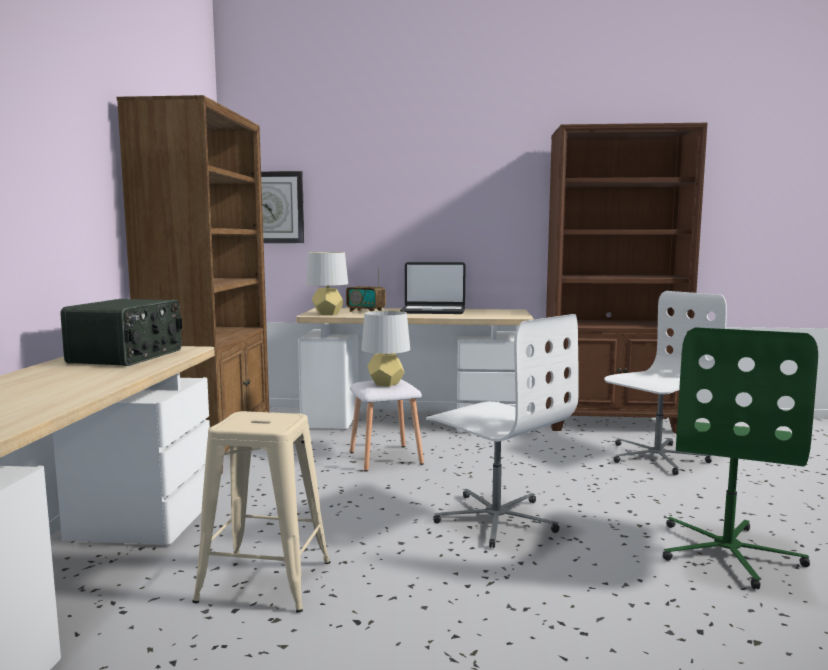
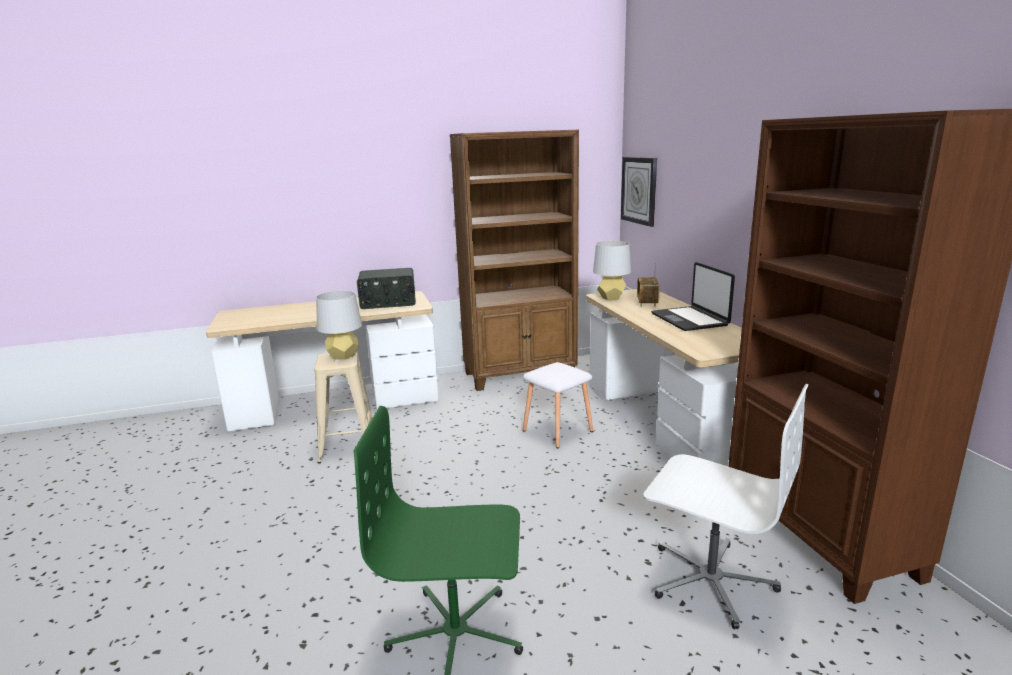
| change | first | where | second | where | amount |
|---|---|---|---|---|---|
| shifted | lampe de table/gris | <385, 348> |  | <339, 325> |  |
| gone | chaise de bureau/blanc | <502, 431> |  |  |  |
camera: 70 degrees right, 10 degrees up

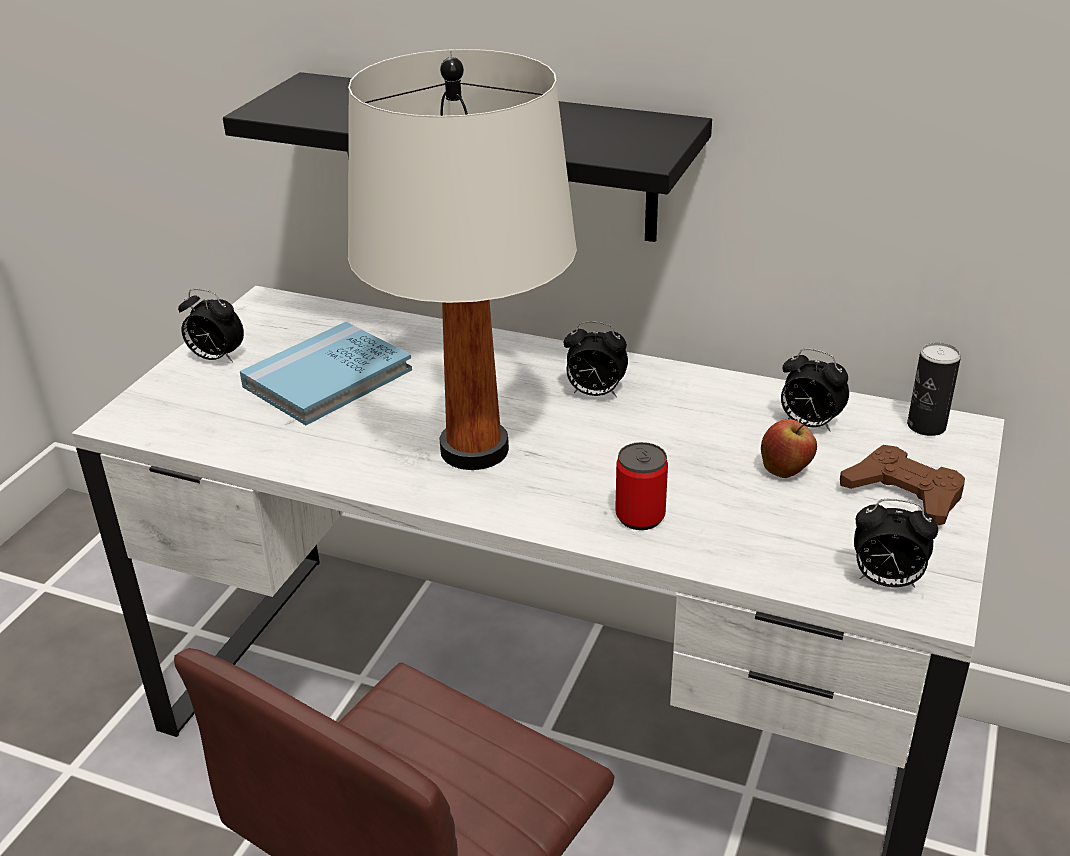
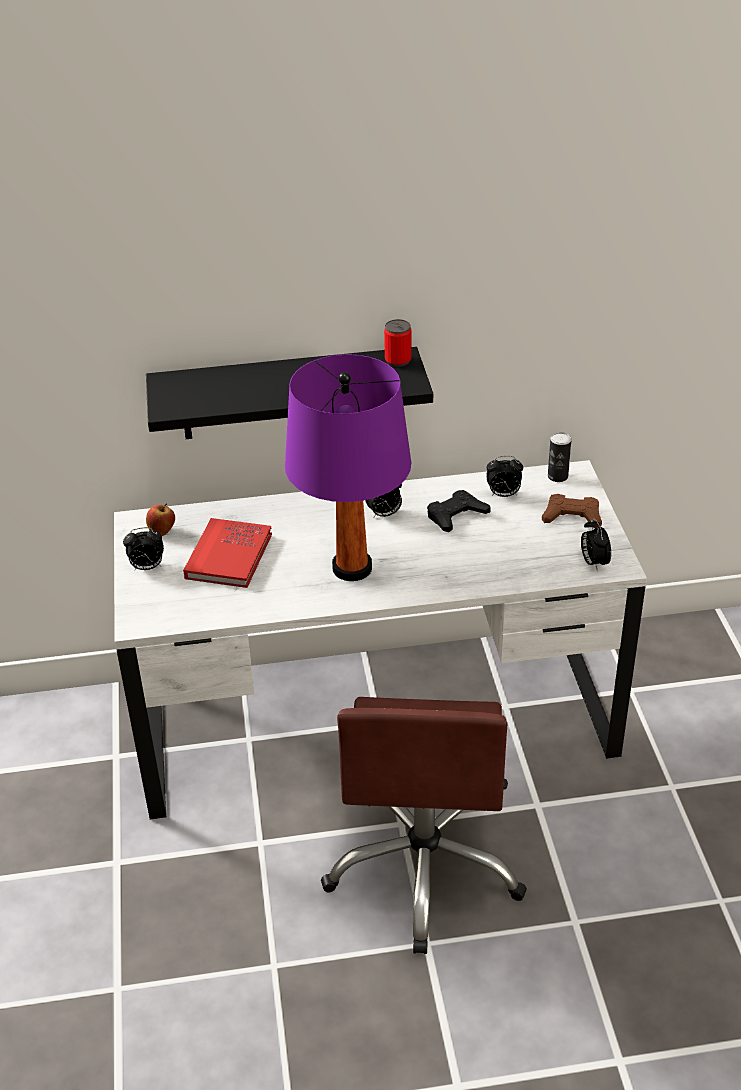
| change | first | where | second | where | amount |
|---|---|---|---|---|---|
| repainted | livre/bleu | <326, 373> | livre/rouge | <227, 553> |  |
| repainted | lampe de table/blanc | <462, 259> | lampe de table/violet | <348, 467> |  |
| shifted | boîte métallique | <641, 486> |  | <398, 343> |  |
| shifted | pomme | <789, 448> |  | <160, 519> |  |
| rotated | réveil | <896, 543> |  | <596, 544> | 90 degrees clockwise |
| new |  |  | manette/noir | <459, 511> |  |
camera: 30 degrees left, 5 degrees up

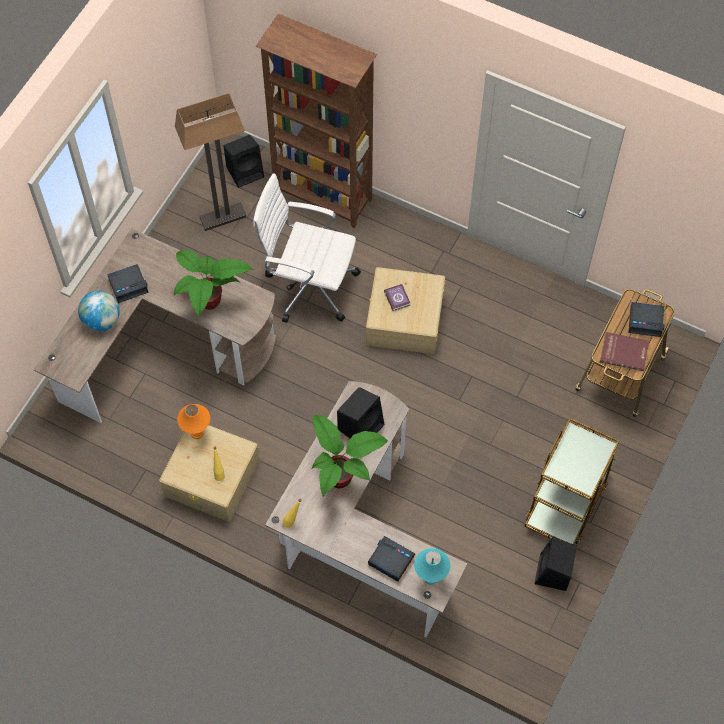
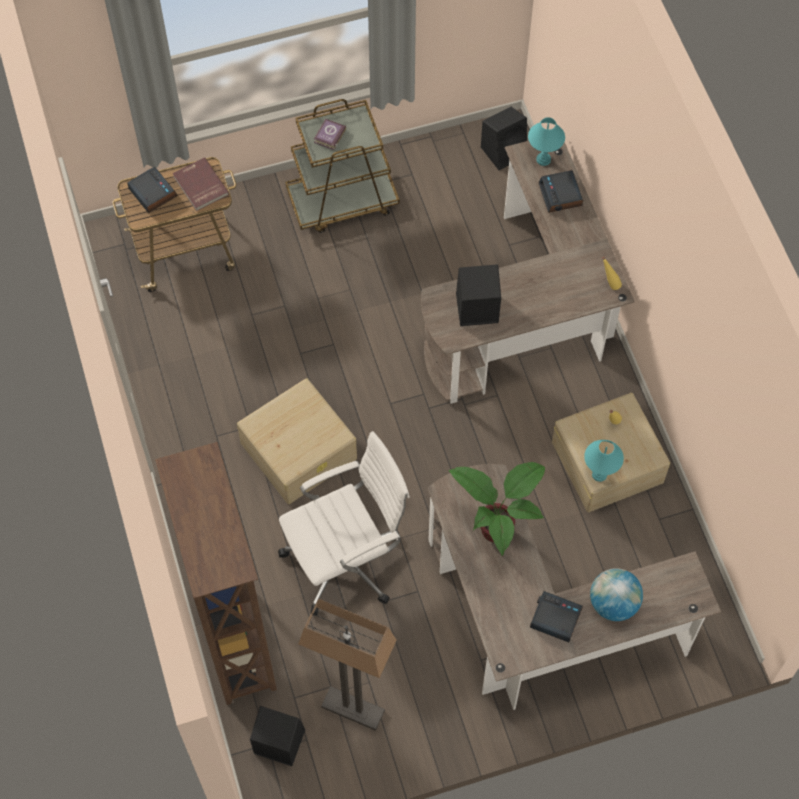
| change | first | where | second | where | amount |
|---|---|---|---|---|---|
| repainted | lampe de table/orange | <193, 421> | lampe de table/turquoise | <604, 461> |  |
| rotated | chaise de bureau/blanc | <307, 248> |  | <344, 523> | 90 degrees counterclockwise |
| gone | plante en pot | <349, 455> |  |  |  |
| shifted | livre | <397, 297> |  | <330, 134> |  |
| shifted | enceinte/noir | <555, 563> |  | <504, 138> |  |
camera: 135 degrees left, 0 degrees up

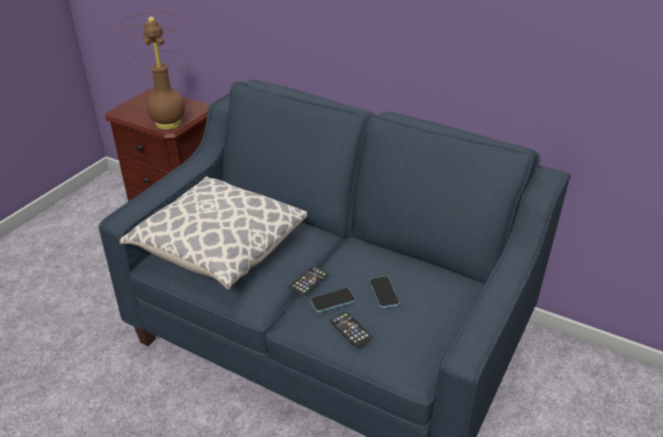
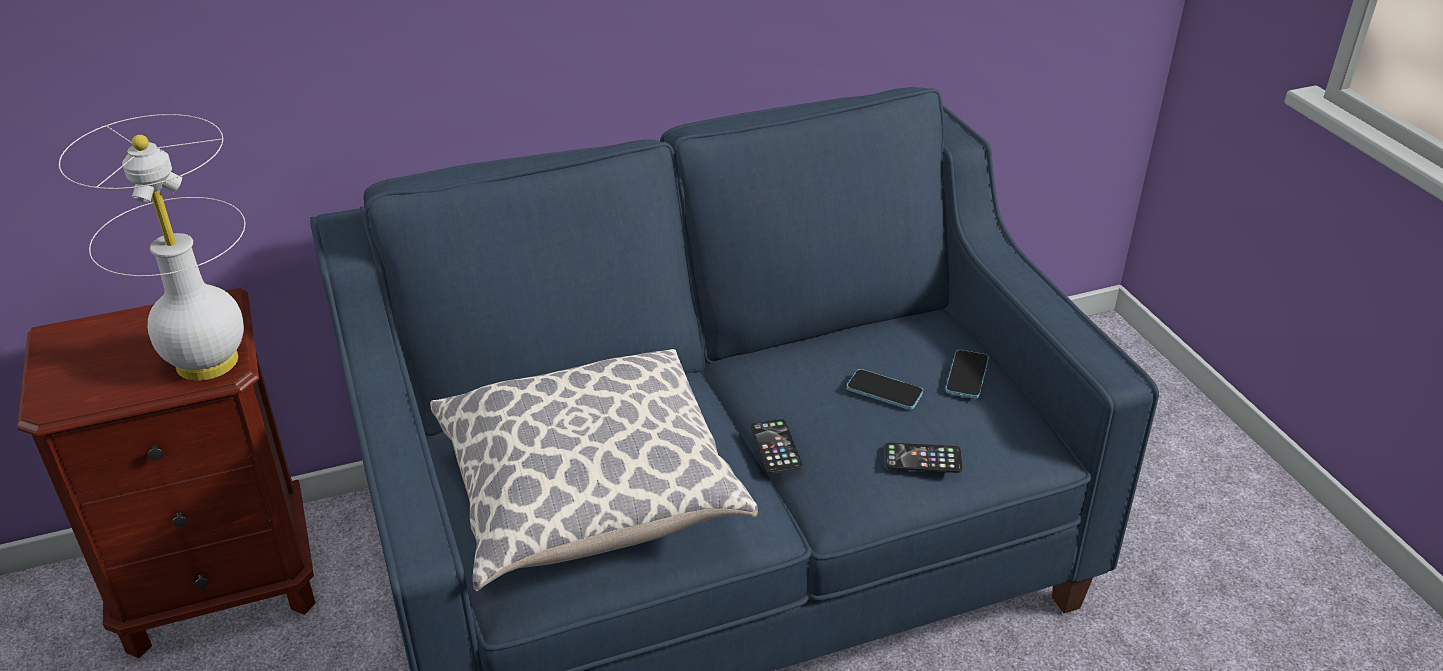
| change | first | where | second | where | amount |
|---|---|---|---|---|---|
| repainted | lampe de table/marron | <154, 71> | lampe de table/blanc | <152, 247> |  |
| shifted | téléphone | <333, 300> |  | <967, 374> |  |
camera: 50 degrees left, 0 degrees up

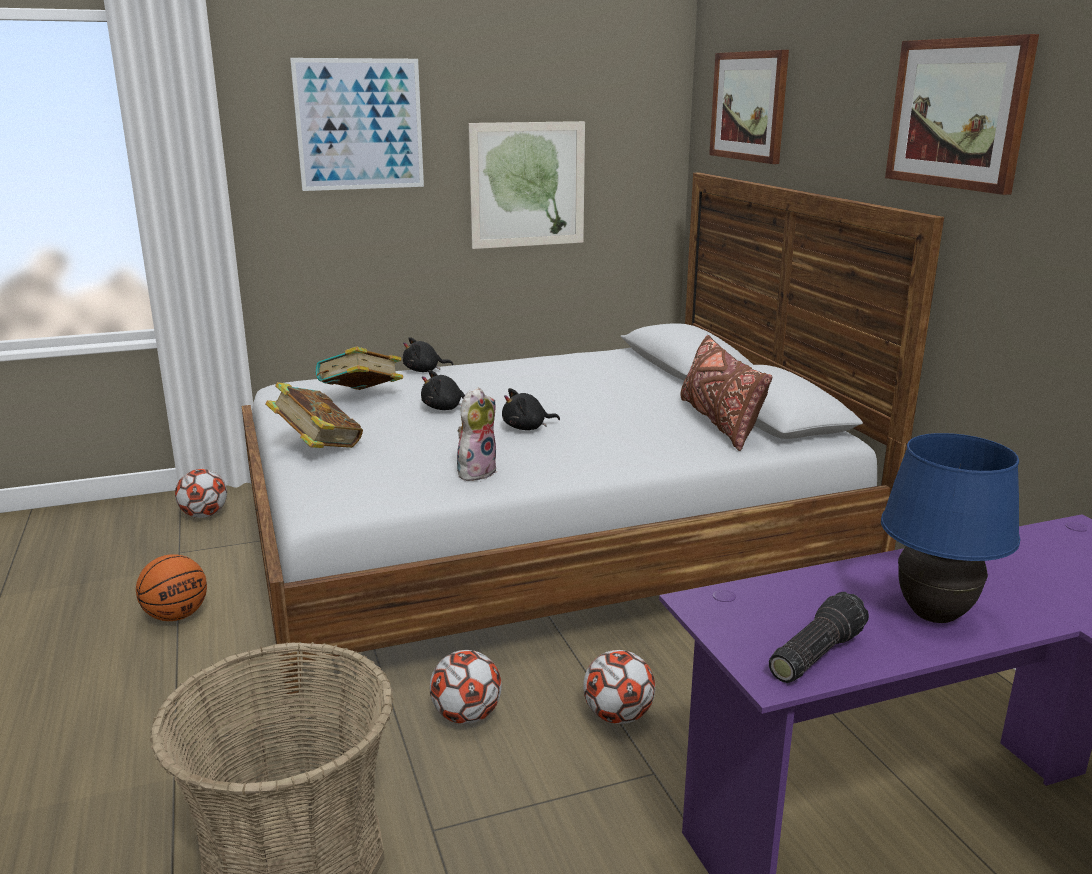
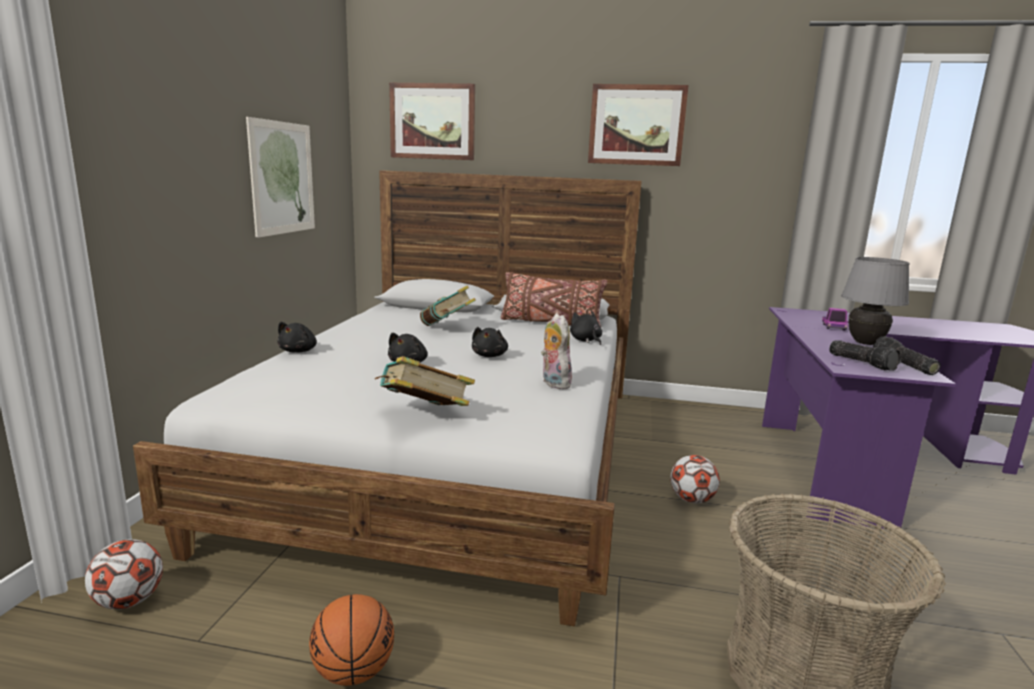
| change | first | where | second | where | amount |
|---|---|---|---|---|---|
| gone | tableau | <357, 124> |  |  |  |
| shifted | livre | <359, 368> |  | <448, 305> |  |
| gone | ballon de foot | <466, 687> |  |  |  |
| repainted | lampe de table/bleu | <950, 528> | lampe de table/gris | <875, 301> |  |
| new |  |  | peluche/noir | <586, 328> |  |
| new |  |  | camion jouet | <835, 319> |  |
| new |  |  | lampe de poche | <865, 355> |  |
camera: 60 degrees left, 5 degrees down

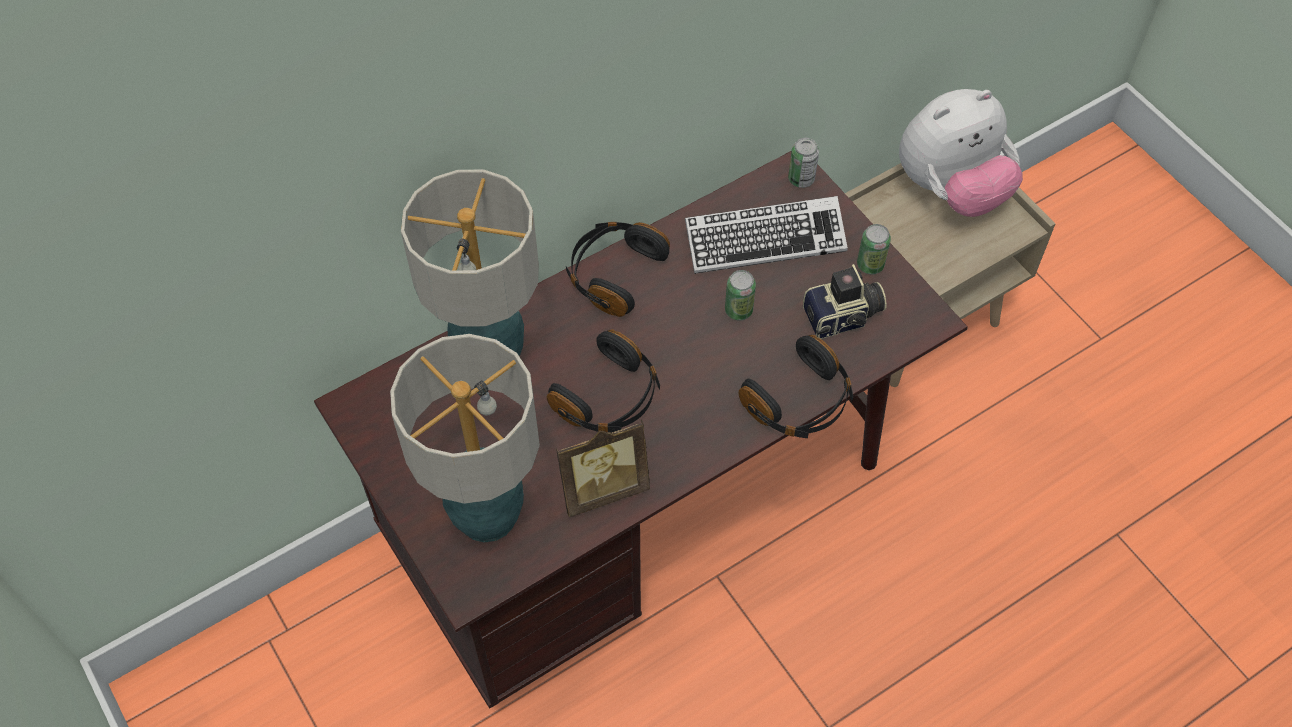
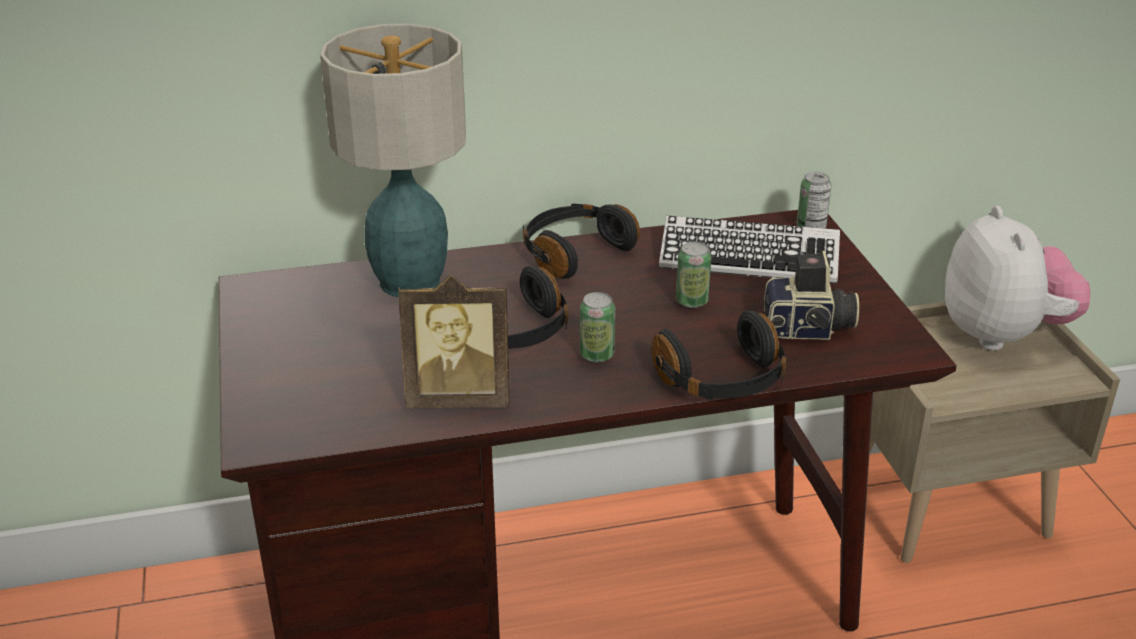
| change | first | where | second | where | amount |
|---|---|---|---|---|---|
| gone | lampe de table | <465, 438> |  |  |  |
| shifted | boîte métallique | <874, 249> |  | <597, 327> |  |
| rotated | peluche | <961, 153> |  | <1017, 278> | 90 degrees counterclockwise |
camera: 20 degrees right, 25 degrees down

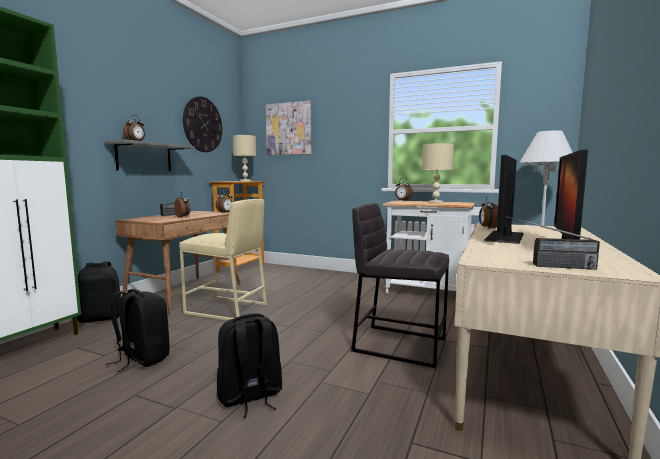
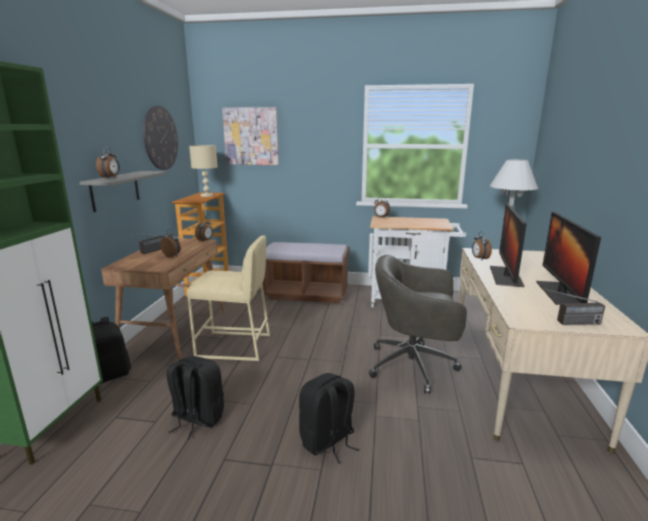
| change | first | where | second | where | amount |
|---|---|---|---|---|---|
| swapped | tabouret/gris | <400, 285> | chaise de bureau/gris | <418, 324> |  |
| gone | lampe de table/beige | <438, 173> |  |  |  |
| new |  |  | banc/marron | <306, 272> |  |
camera: 15 degrees left, 10 degrees up

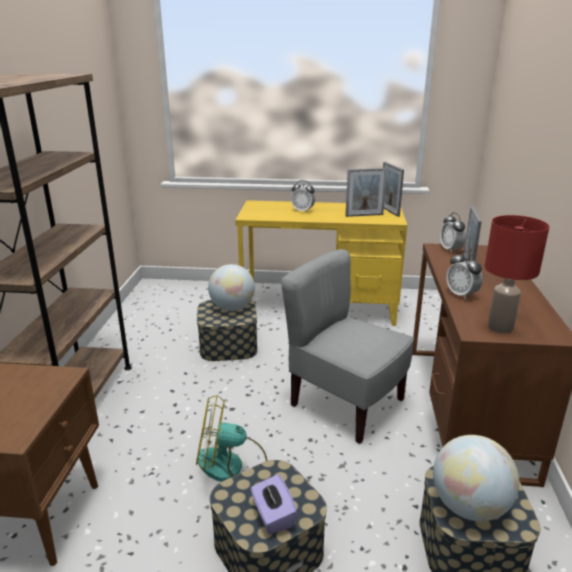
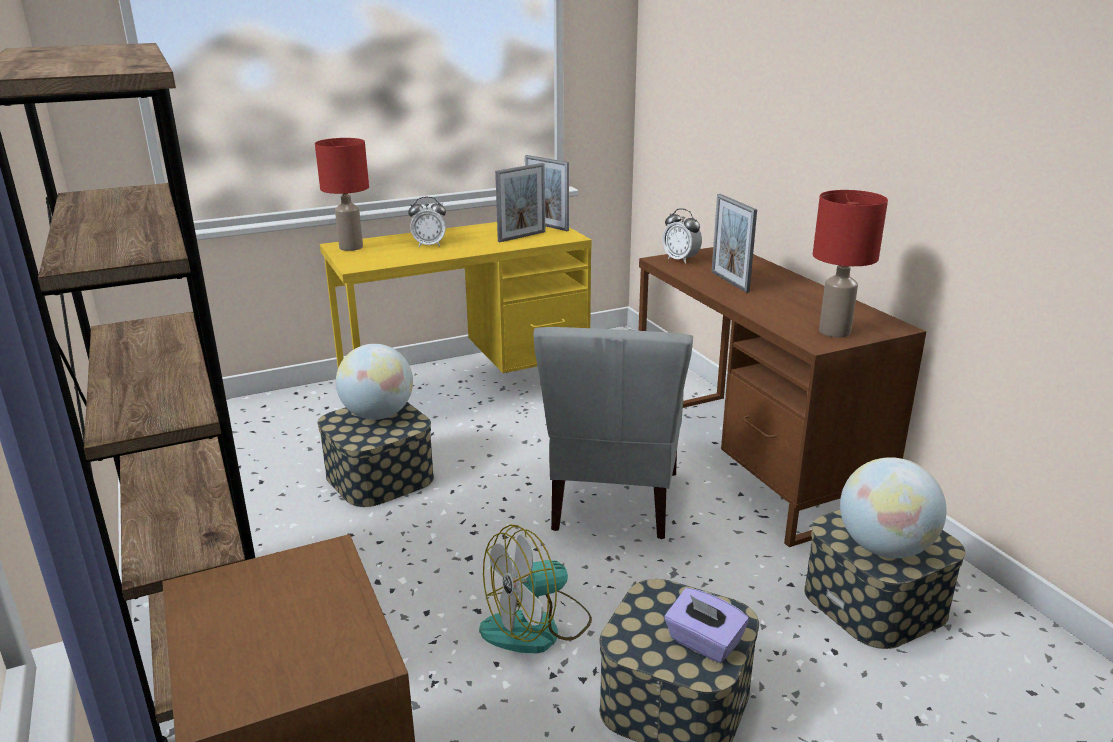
| change | first | where | second | where | amount |
|---|---|---|---|---|---|
| rotated | chaise/gris | <347, 346> |  | <613, 433> | 90 degrees counterclockwise |
| gone | réveil | <464, 275> |  |  |  |
| new |  |  | lampe de table/rouge | <342, 194> |  |
camera: 30 degrees left, 0 degrees up

